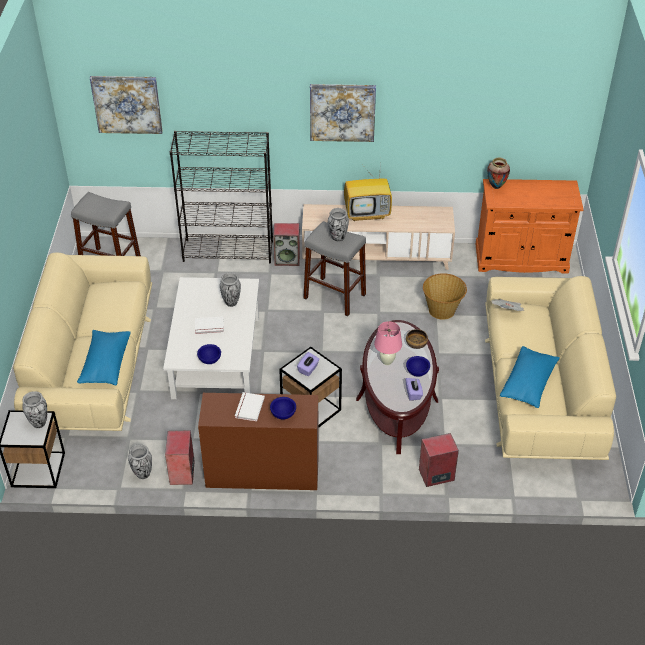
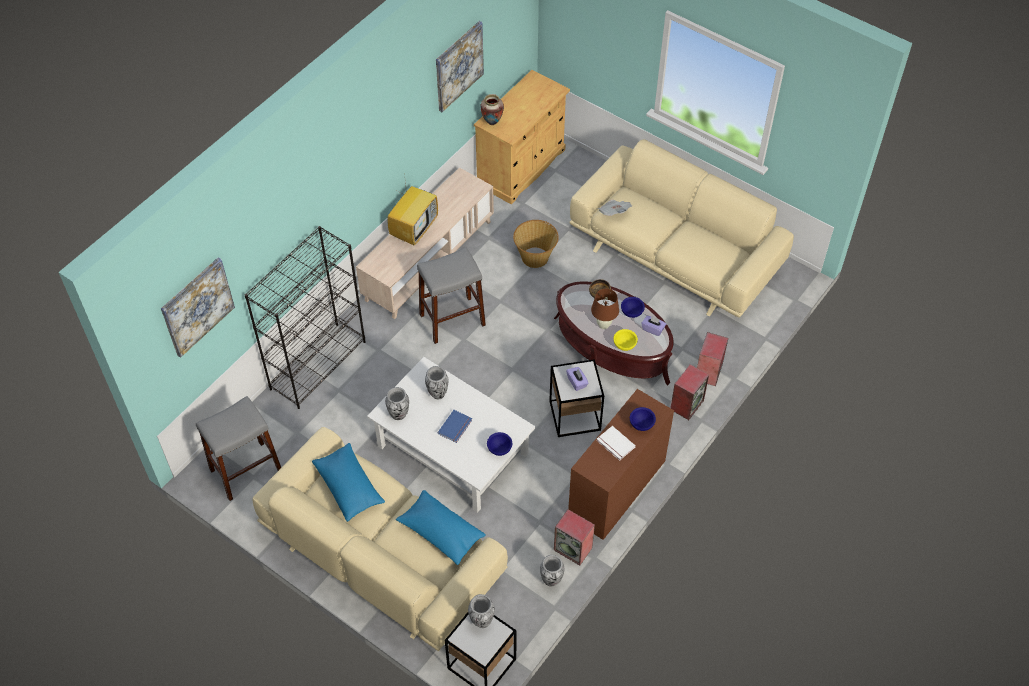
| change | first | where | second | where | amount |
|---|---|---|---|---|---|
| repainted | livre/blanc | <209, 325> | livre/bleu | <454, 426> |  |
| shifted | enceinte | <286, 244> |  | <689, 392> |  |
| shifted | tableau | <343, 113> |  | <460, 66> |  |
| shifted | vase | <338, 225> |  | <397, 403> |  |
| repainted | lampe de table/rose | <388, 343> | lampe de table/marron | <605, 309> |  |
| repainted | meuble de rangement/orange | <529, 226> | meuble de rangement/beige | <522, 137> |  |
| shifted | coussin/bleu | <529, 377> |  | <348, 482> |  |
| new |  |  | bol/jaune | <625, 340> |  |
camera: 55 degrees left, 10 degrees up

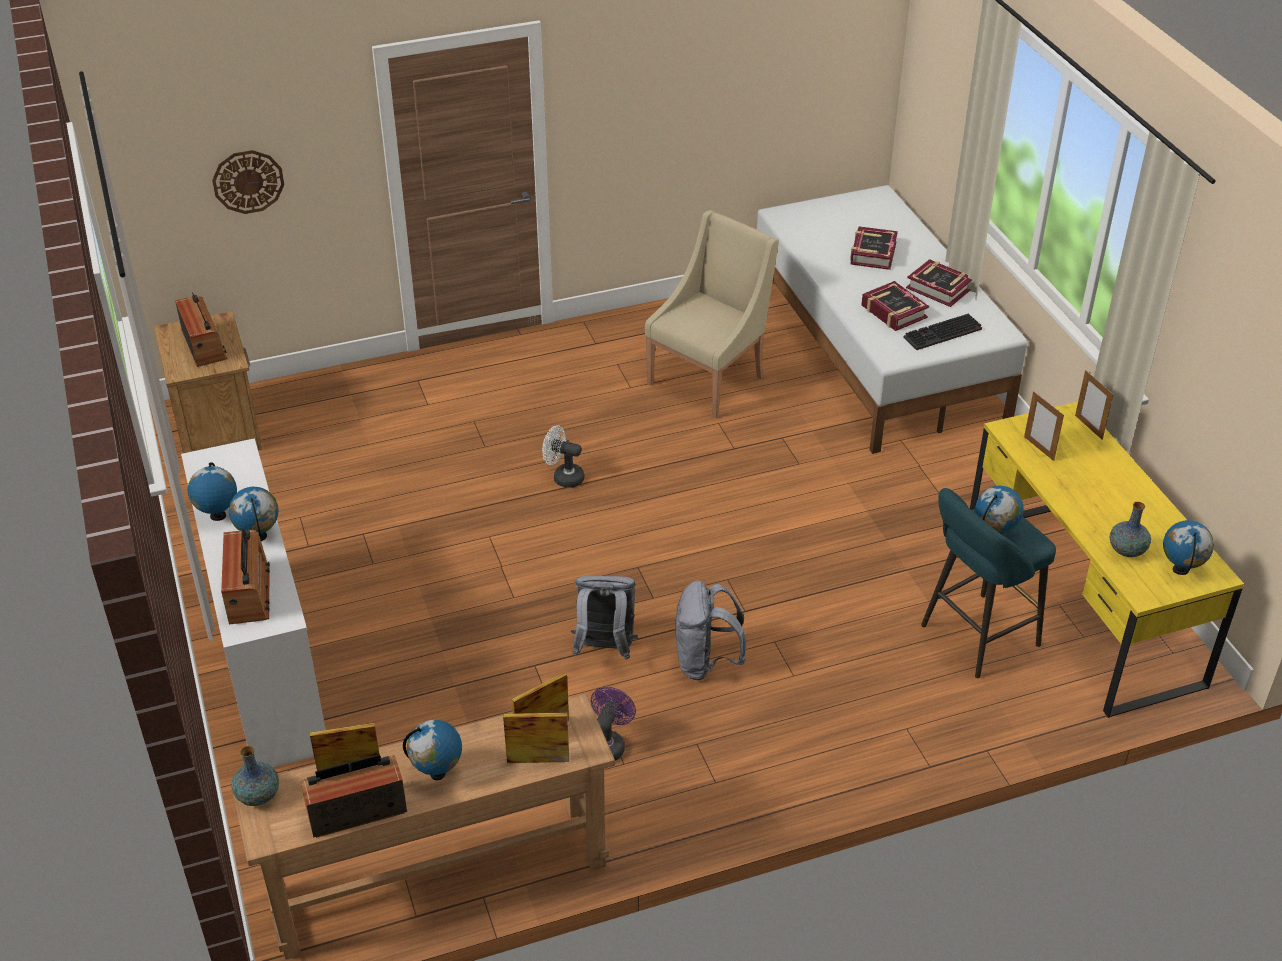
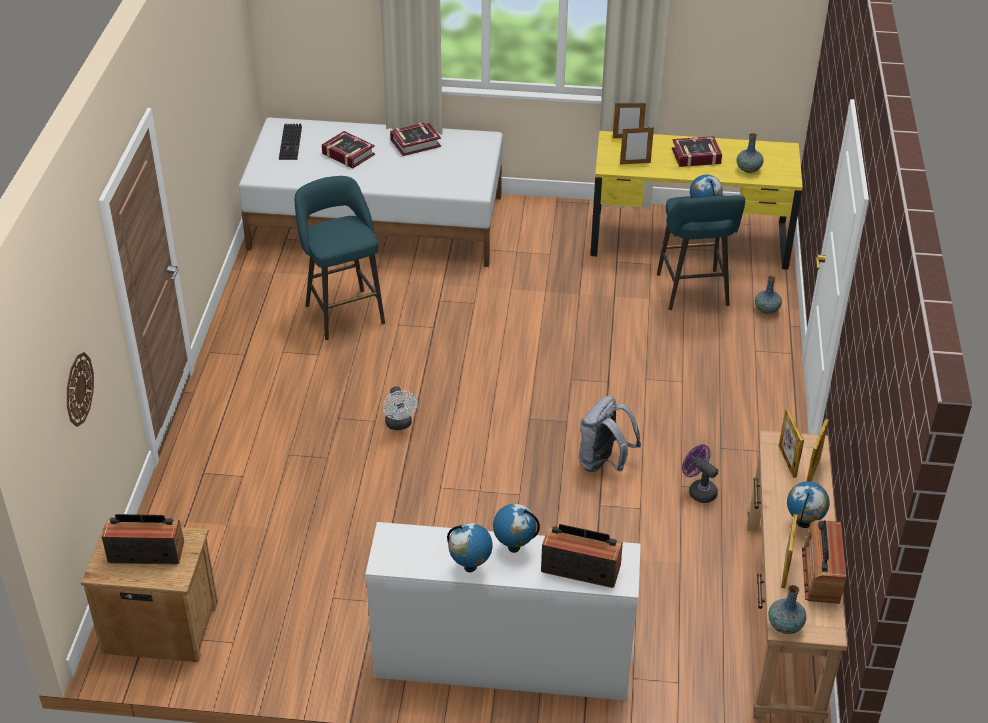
| change | first | where | second | where | amount |
|---|---|---|---|---|---|
| rotated | ventilateur/blanc | <563, 456> |  | <400, 408> | 60 degrees counterclockwise |
| swapped | fauteuil/beige | <712, 314> | tabouret/turquoise | <340, 258> |  |
| gone | sac à dos/gris | <710, 630> |  |  |  |
| shifted | livre | <895, 306> |  | <697, 151> |  |
| shifted | clavier | <943, 332> |  | <290, 141> |  |
| gone | globe | <1188, 547> |  |  |  |
| new |  |  | vase | <768, 295> |  |
camera: 65 degrees left, 0 degrees up

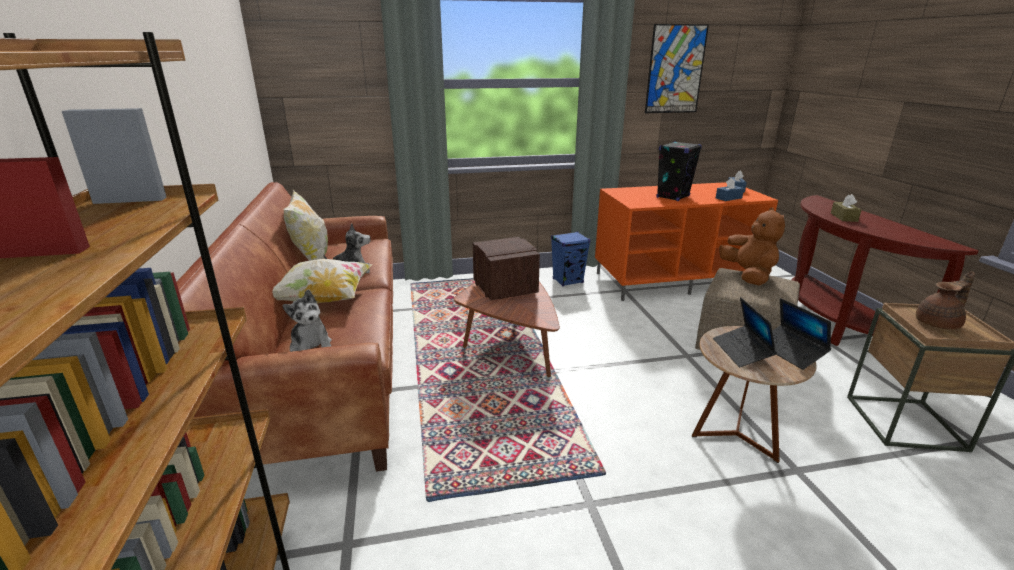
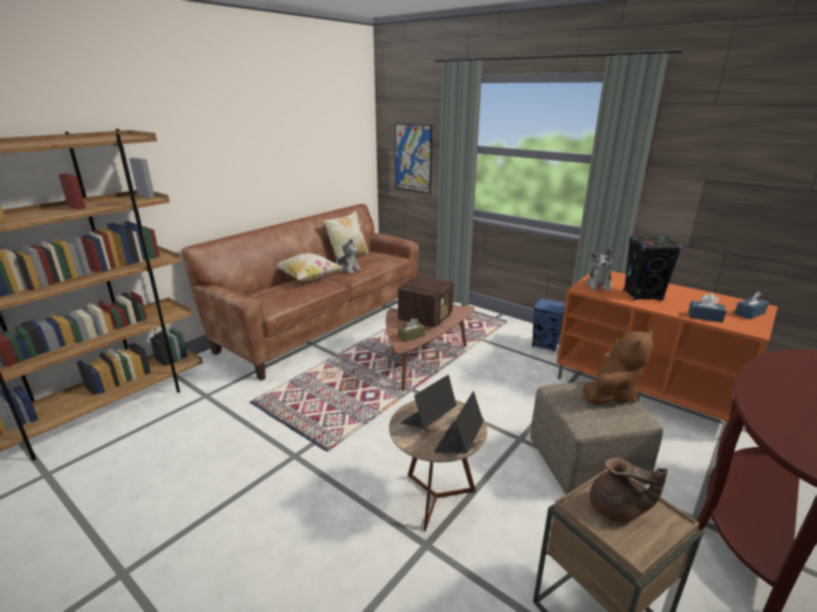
| change | first | where | second | where | amount |
|---|---|---|---|---|---|
| shifted | peluche | <307, 321> |  | <598, 269> |  |
| shifted | tableau | <677, 68> |  | <413, 158> |  |
| shifted | boîte à mouchoirs/marron | <846, 208> |  | <411, 330> |  |
camera: 50 degrees right, 0 degrees up

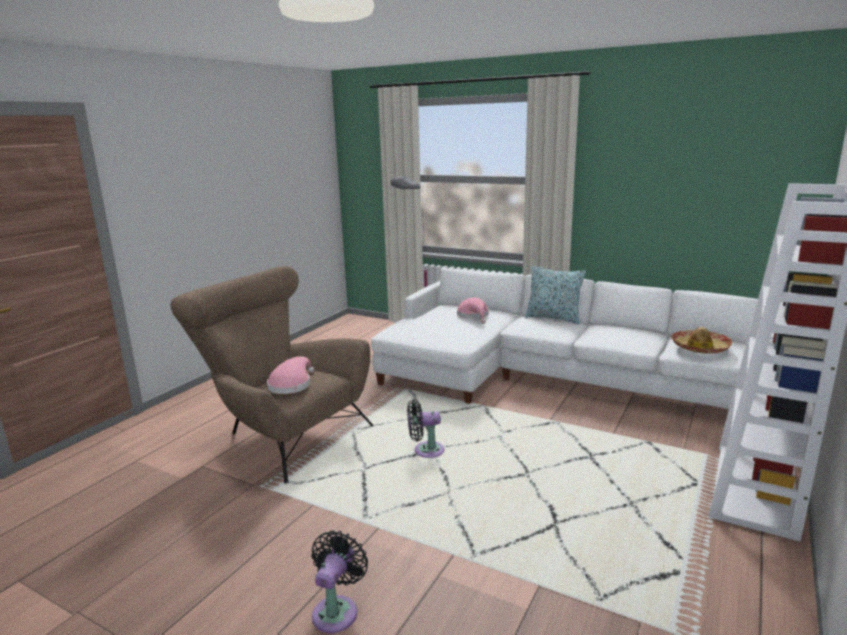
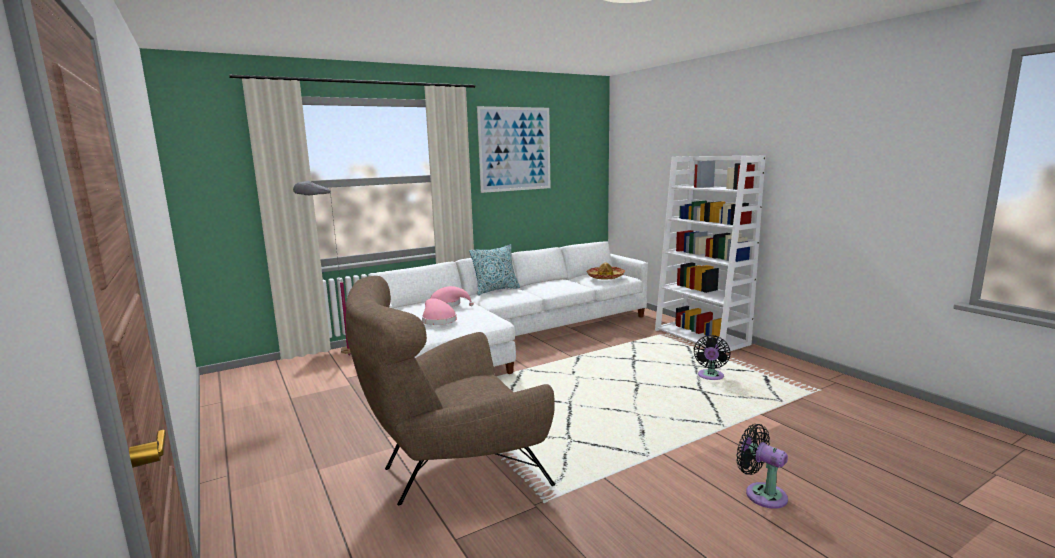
| change | first | where | second | where | amount |
|---|---|---|---|---|---|
| shifted | chapeau/rose | <290, 375> |  | <439, 311> |  |
| shifted | ventilateur/noir | <425, 429> |  | <712, 357> |  |
| new |  |  | tableau | <513, 149> |  |
camera: 60 degrees left, 5 degrees down

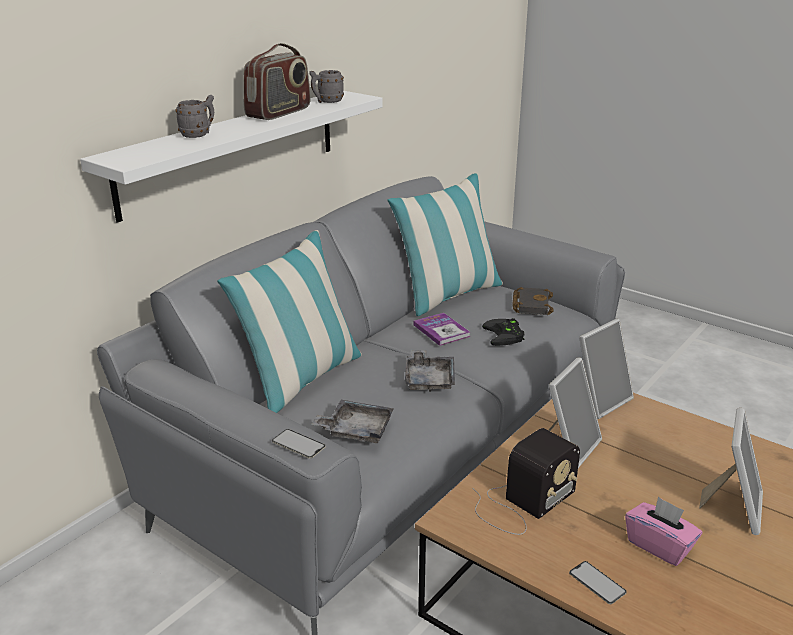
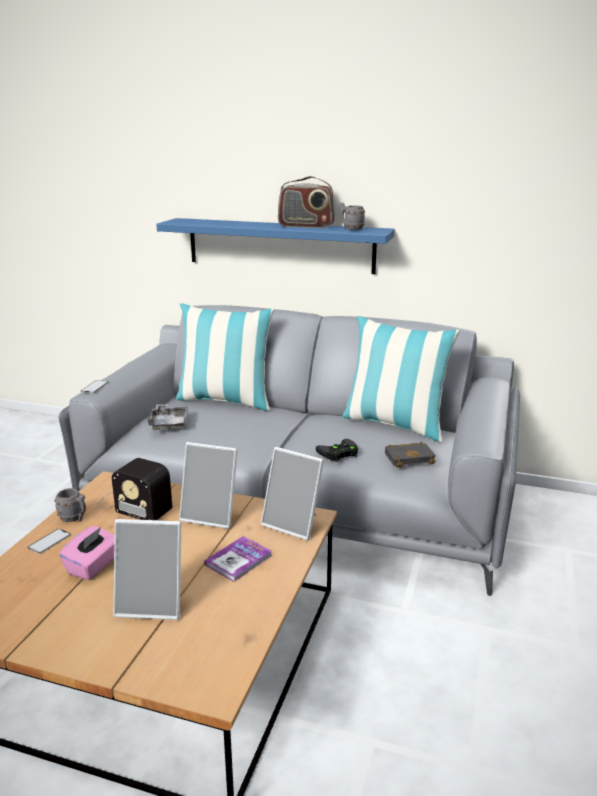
| change | first | where | second | where | amount |
|---|---|---|---|---|---|
| repainted | étagère/blanc | <231, 157> | étagère/bleu | <275, 246> |  |
| shifted | mug/gris | <194, 116> |  | <70, 505> |  |
| gone | plateau/gris | <430, 371> |  |  |  |
| shifted | livre | <441, 329> |  | <238, 559> |  |
camera: 70 degrees right, 5 degrees down

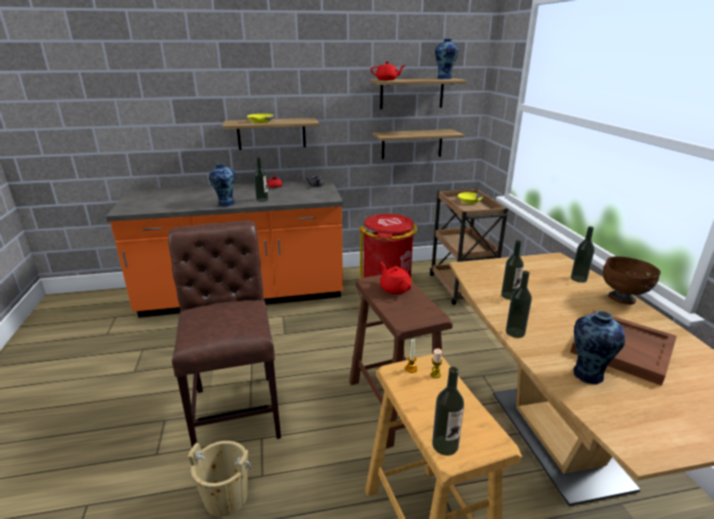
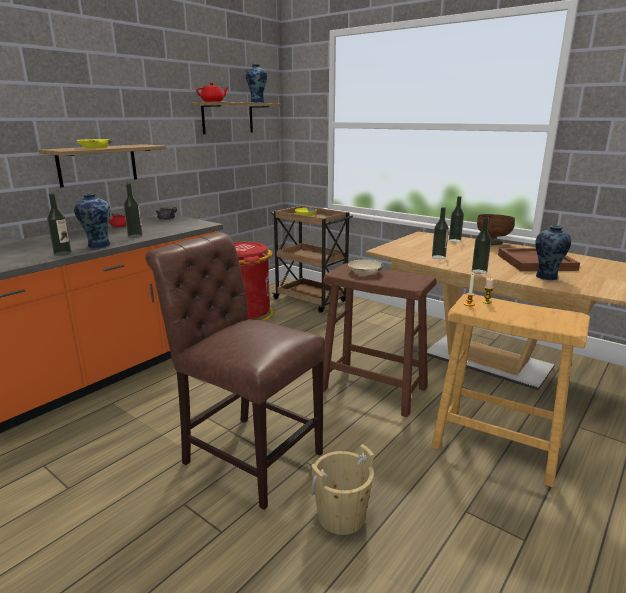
| change | first | where | second | where | amount |
|---|---|---|---|---|---|
| gone | étagère | <418, 144> |  |  |  |
| swapped | théière/rouge | <395, 278> | bol/beige | <366, 267> |  |
| shifted | bouteille | <448, 411> |  | <59, 224> |  |
camera: 40 degrees left, 5 degrees down

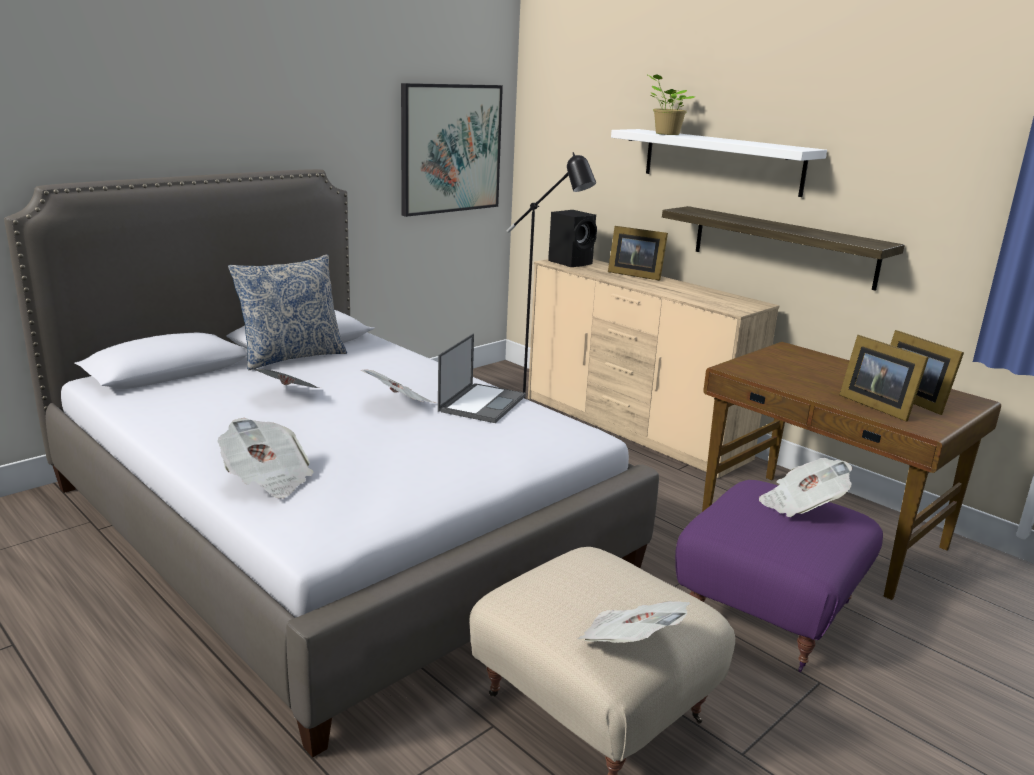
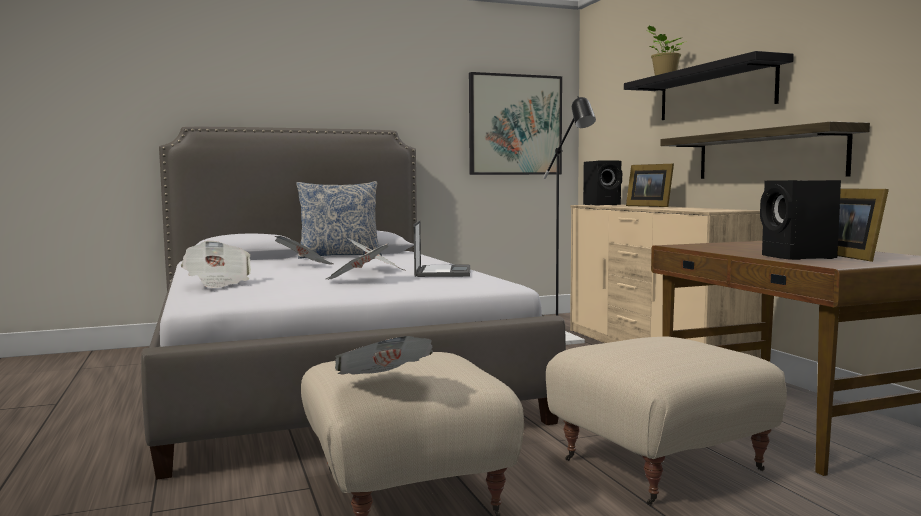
| change | first | where | second | where | amount |
|---|---|---|---|---|---|
| rotated | ordinateur portable | <482, 378> |  | <442, 248> | 45 degrees counterclockwise |
| repainted | étagère/blanc | <719, 163> | étagère/noir | <709, 85> |  |
| repainted | pouf/violet | <779, 576> | pouf/beige | <666, 420> |  |
| shifted | journal | <806, 487> |  | <357, 261> |  |
| swapped | cadre photo | <884, 378> | enceinte/noir | <800, 220> |  |
camera: 25 degrees right, 15 degrees down

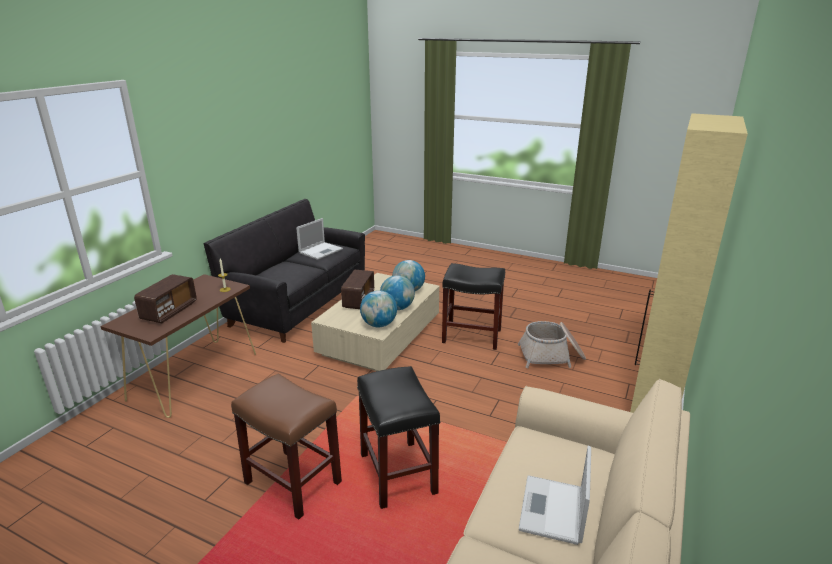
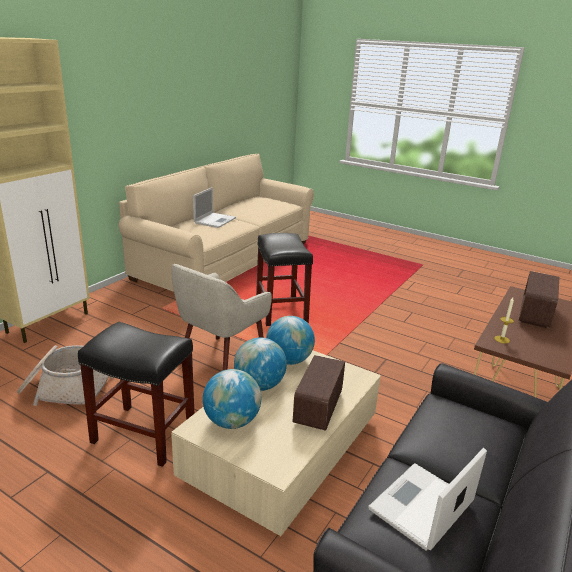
| change | first | where | second | where | amount |
|---|---|---|---|---|---|
| gone | tabouret/marron | <286, 446> |  |  |  |
| new |  |  | fauteuil/beige | <221, 317> |  |
camera: 175 degrees left, 0 degrees up

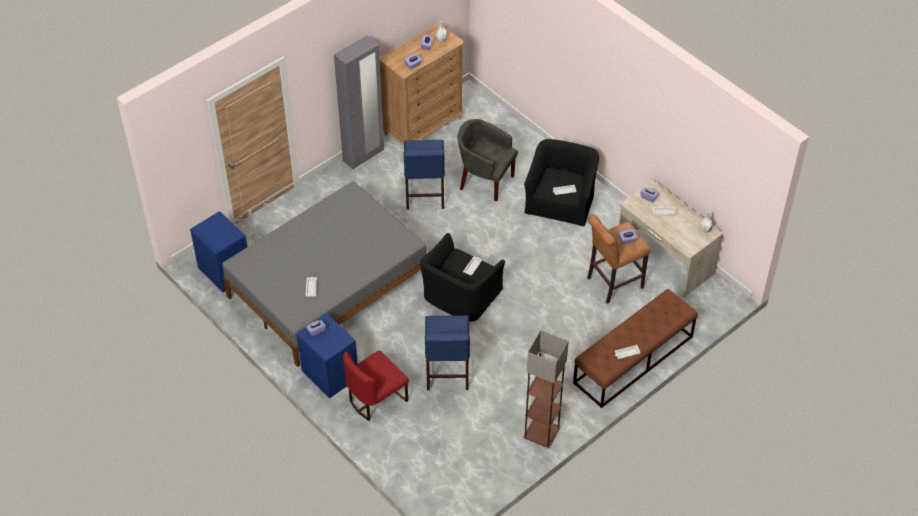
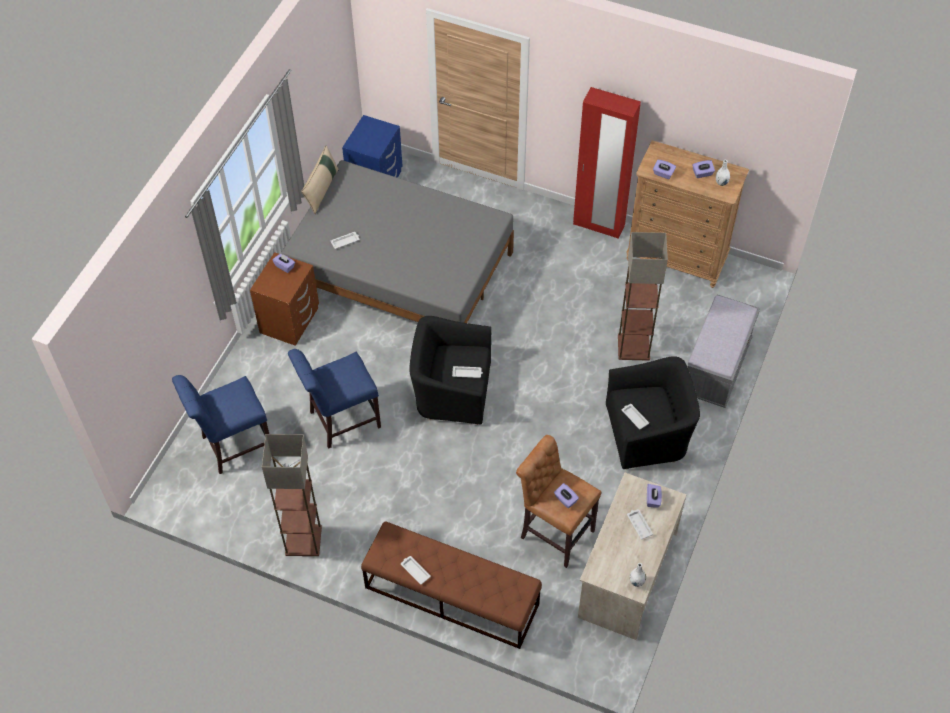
| change | first | where | second | where | amount |
|---|---|---|---|---|---|
| repainted | table de chevet/bleu | <327, 355> | table de chevet/marron | <284, 299> |  |
| repainted | armoire/gris | <359, 102> | armoire/rouge | <607, 163> |  |
| gone | chaise/rouge | <376, 385> |  |  |  |
| shifted | chaise/bleu | <424, 175> |  | <220, 424> |  |
| swapped | fauteuil/gris | <488, 160> | lampadaire | <643, 296> |  |
| new |  |  | coussin/beige | <320, 180> |  |
| new |  |  | banc/gris | <723, 351> |  |
camera: 65 degrees right, 5 degrees up

